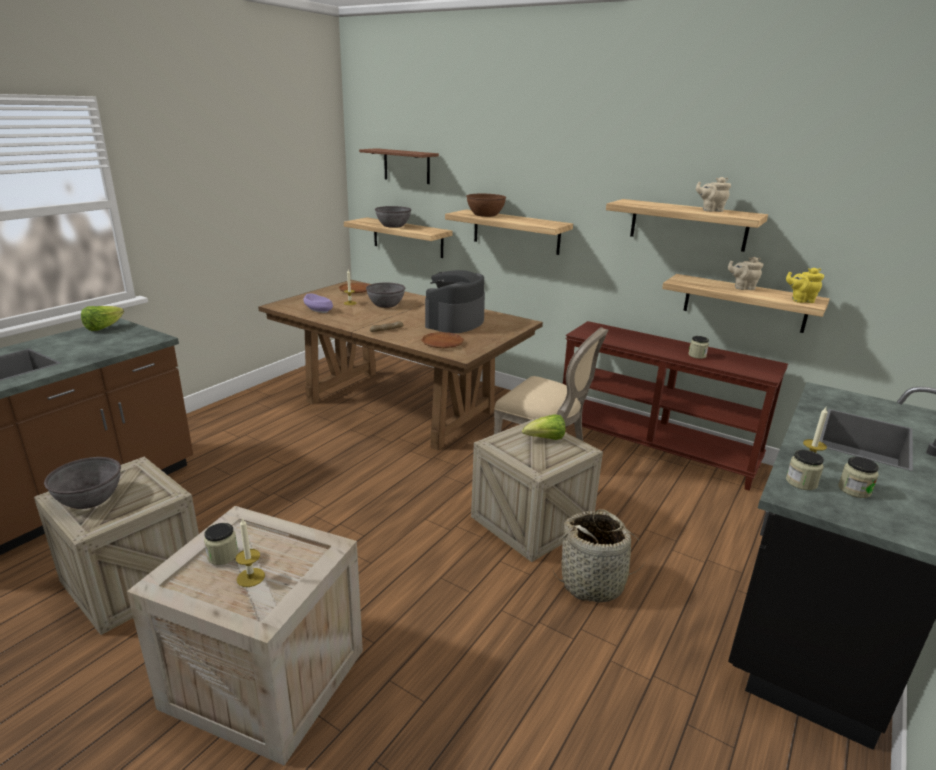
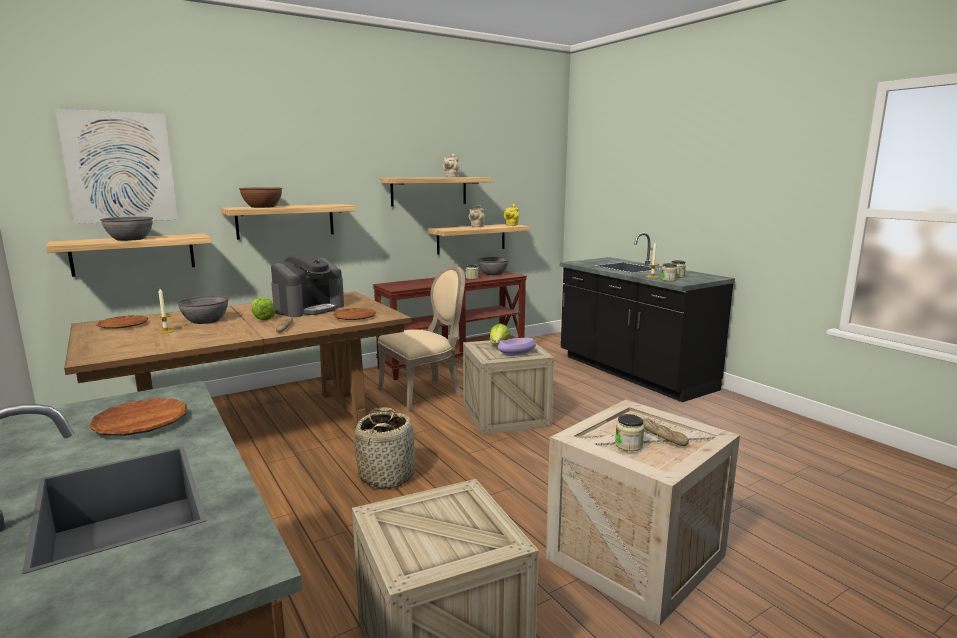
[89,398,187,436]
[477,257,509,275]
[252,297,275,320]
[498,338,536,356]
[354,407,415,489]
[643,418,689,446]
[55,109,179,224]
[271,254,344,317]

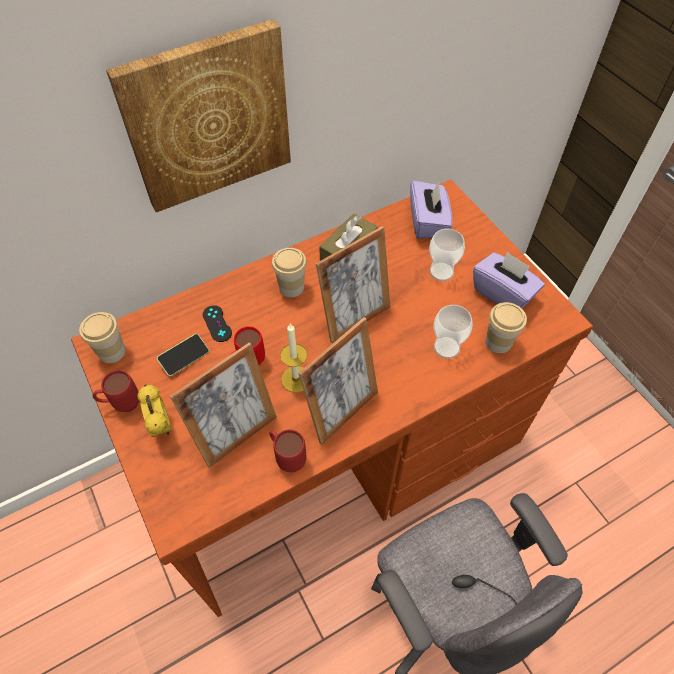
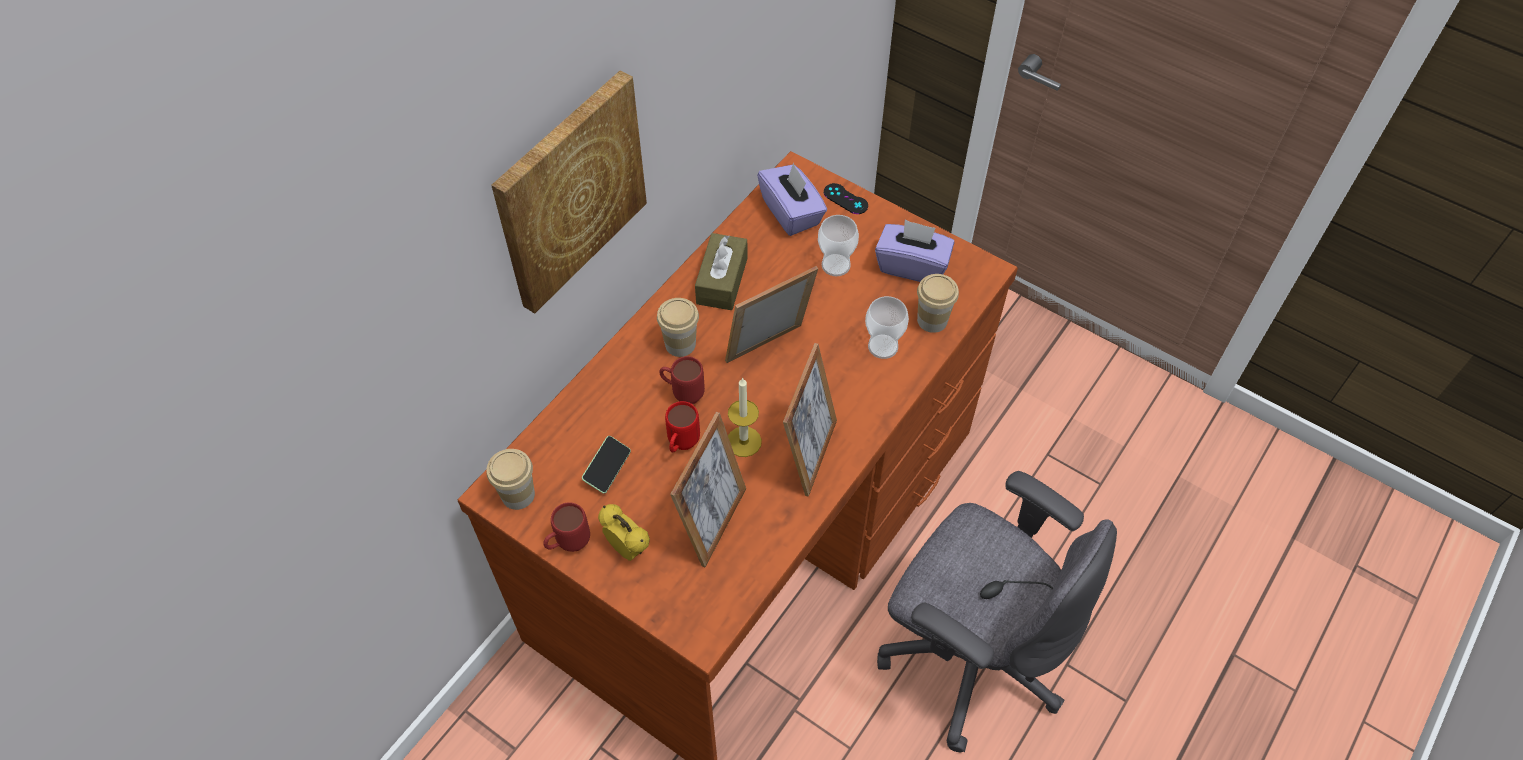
[824,183,868,214]
[659,356,705,404]
[725,266,818,363]

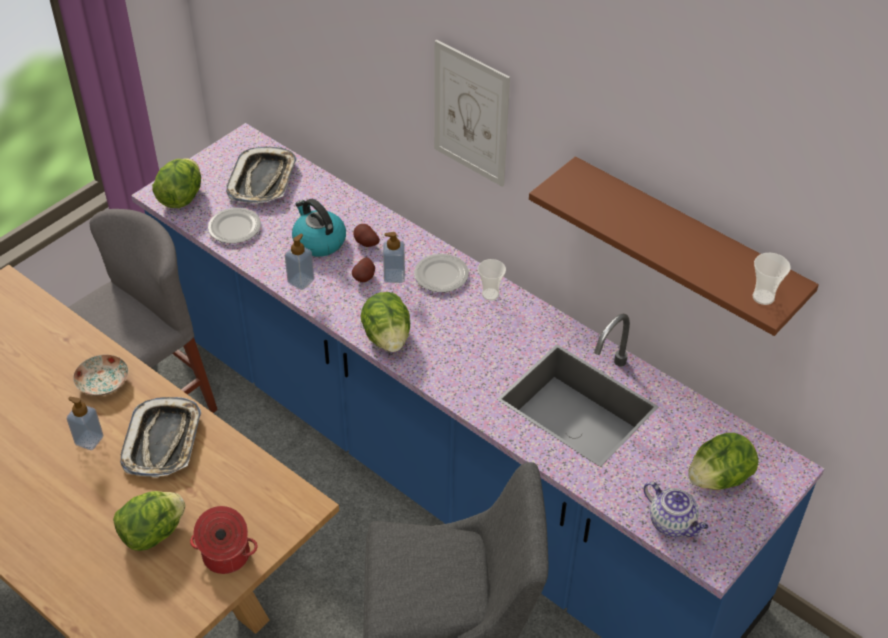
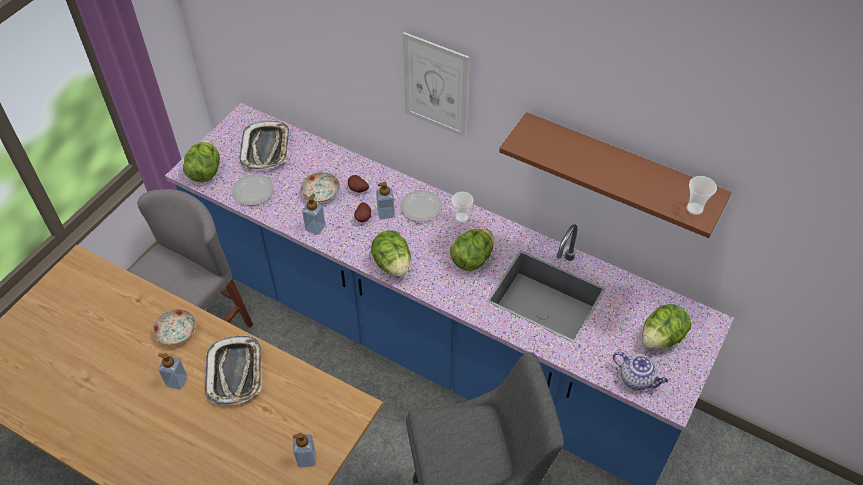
[450,229,494,271]
[293,433,316,468]
[301,172,340,202]

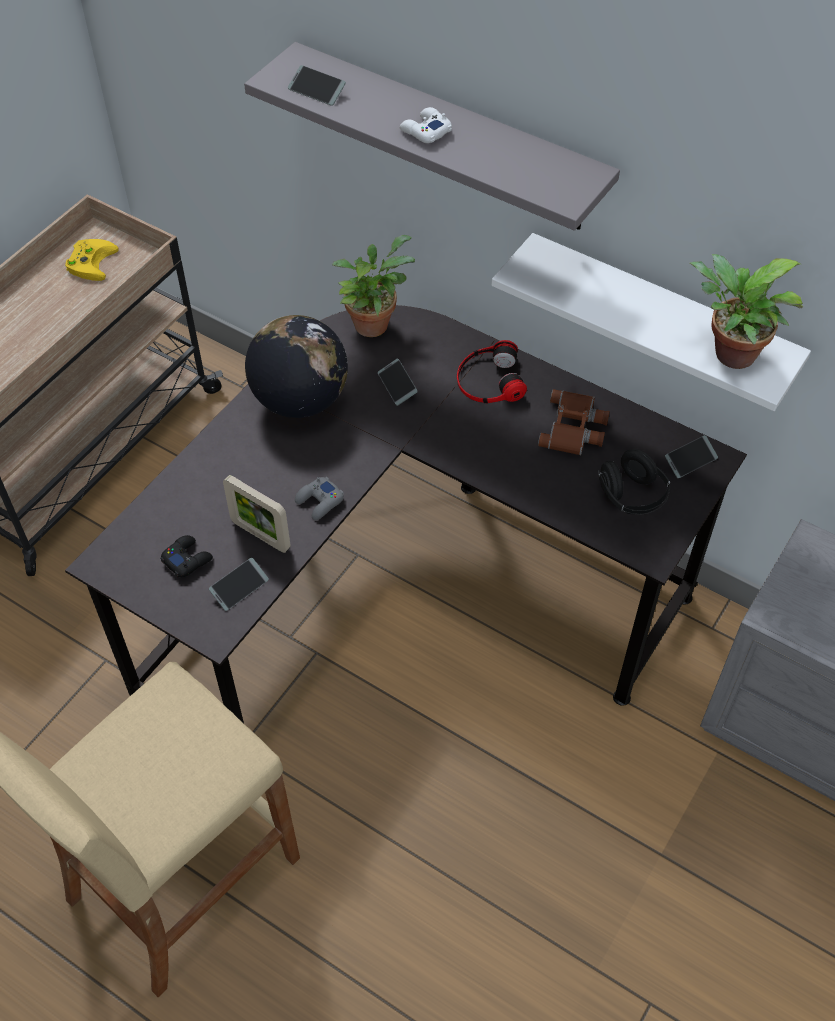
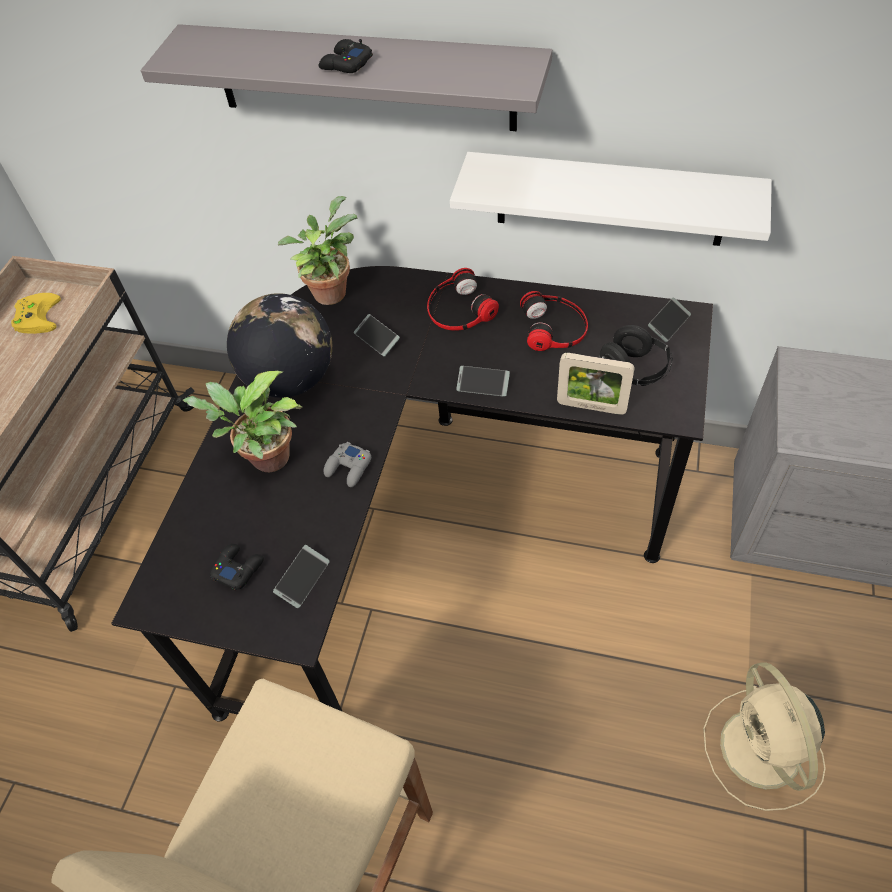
[703,662,826,811]
[557,353,635,415]
[456,366,510,397]
[183,371,302,472]
[520,291,588,351]
[319,39,373,73]

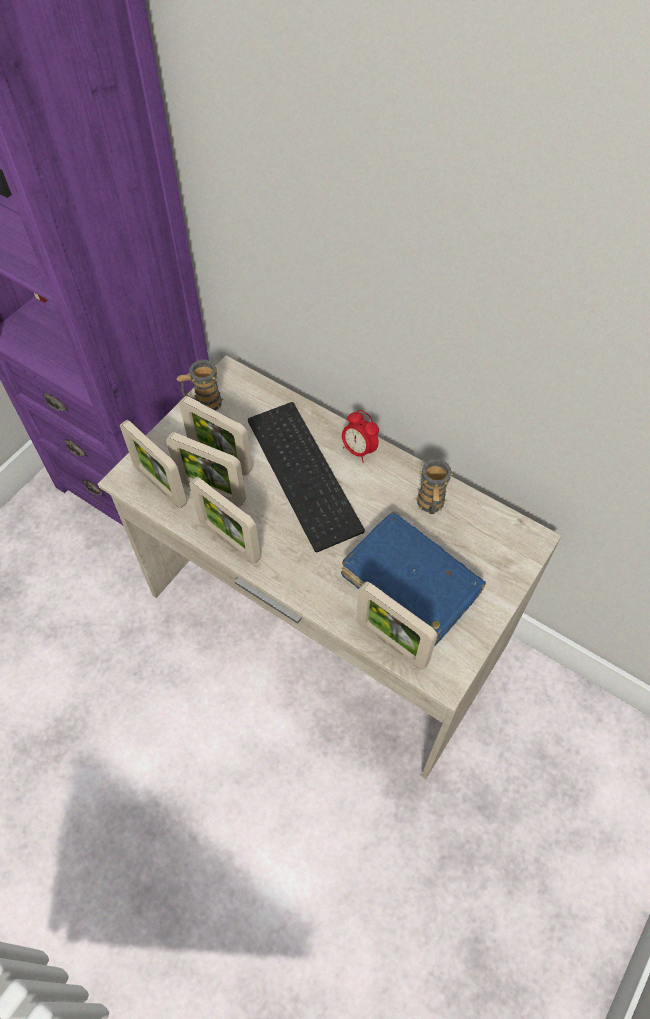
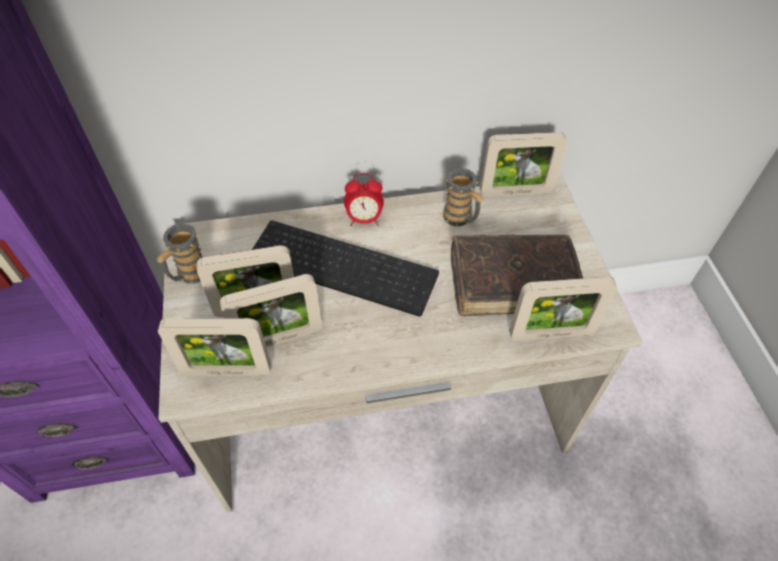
[480,132,567,197]
[451,235,583,316]

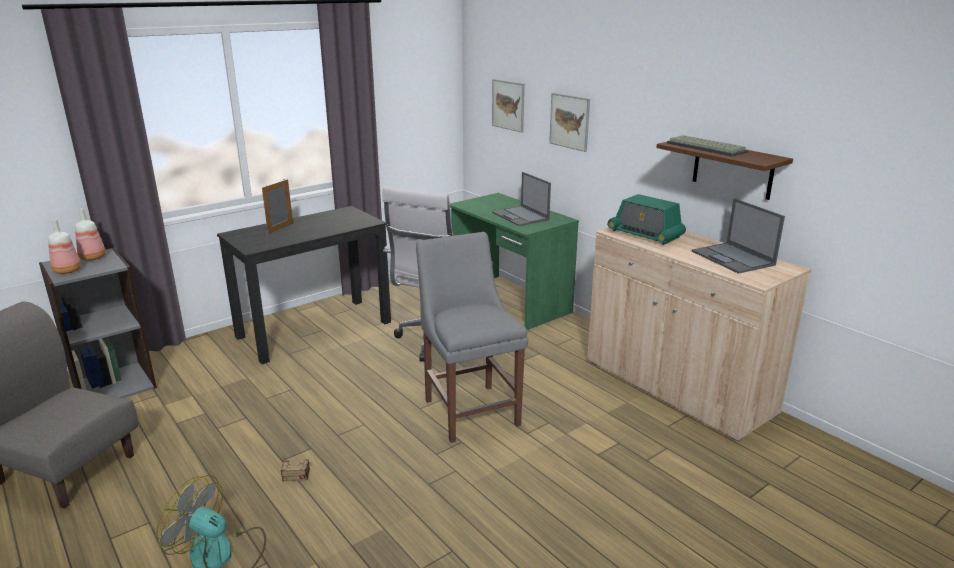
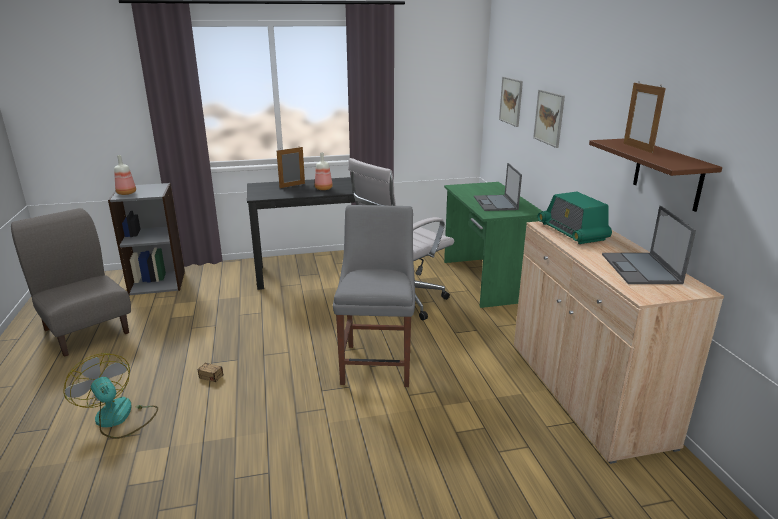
[315,152,333,190]
[623,81,666,153]

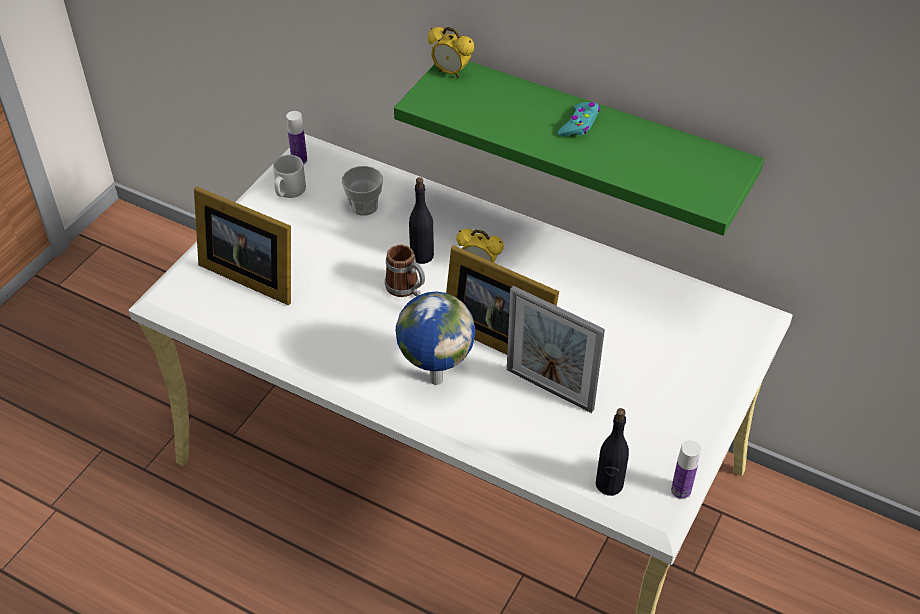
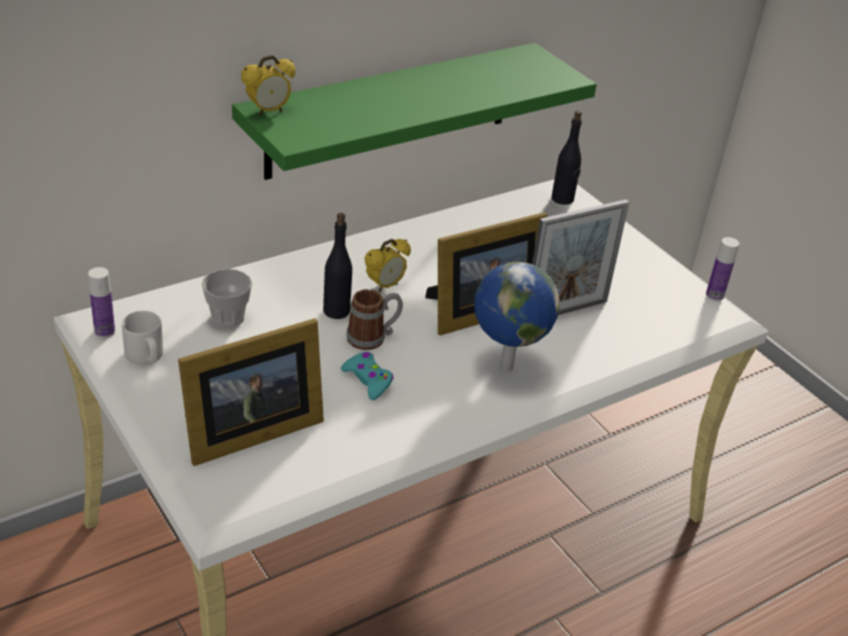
[341,352,394,400]
[552,110,582,205]

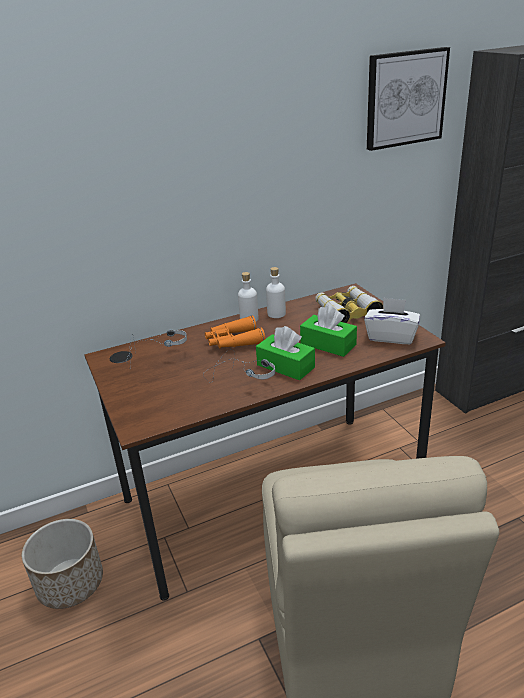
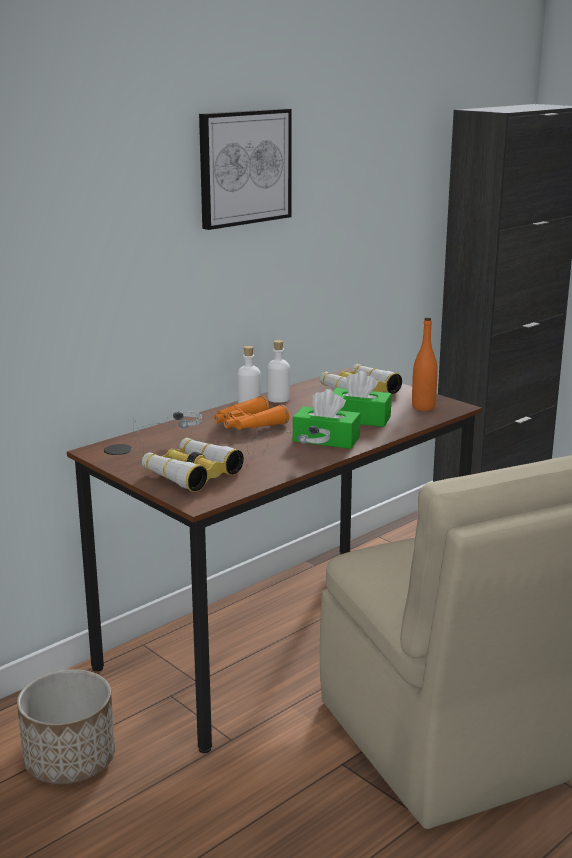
[142,438,244,492]
[199,109,292,230]
[412,318,438,411]

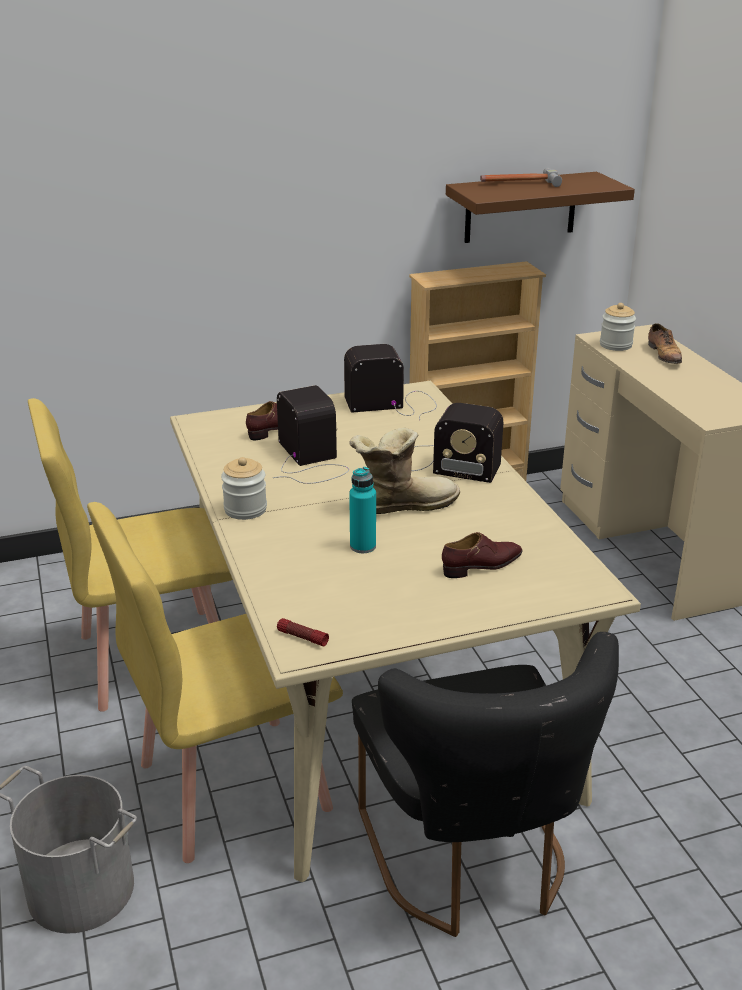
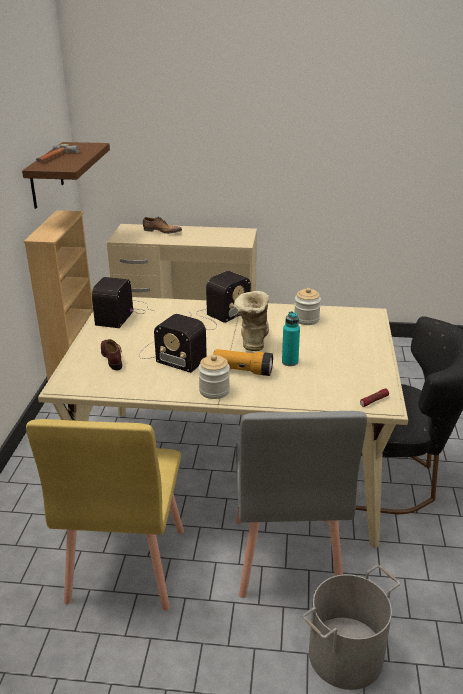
[442,532,523,578] (first image)
[213,349,273,376]
[294,288,321,325]
[236,411,367,598]
[139,314,207,373]

